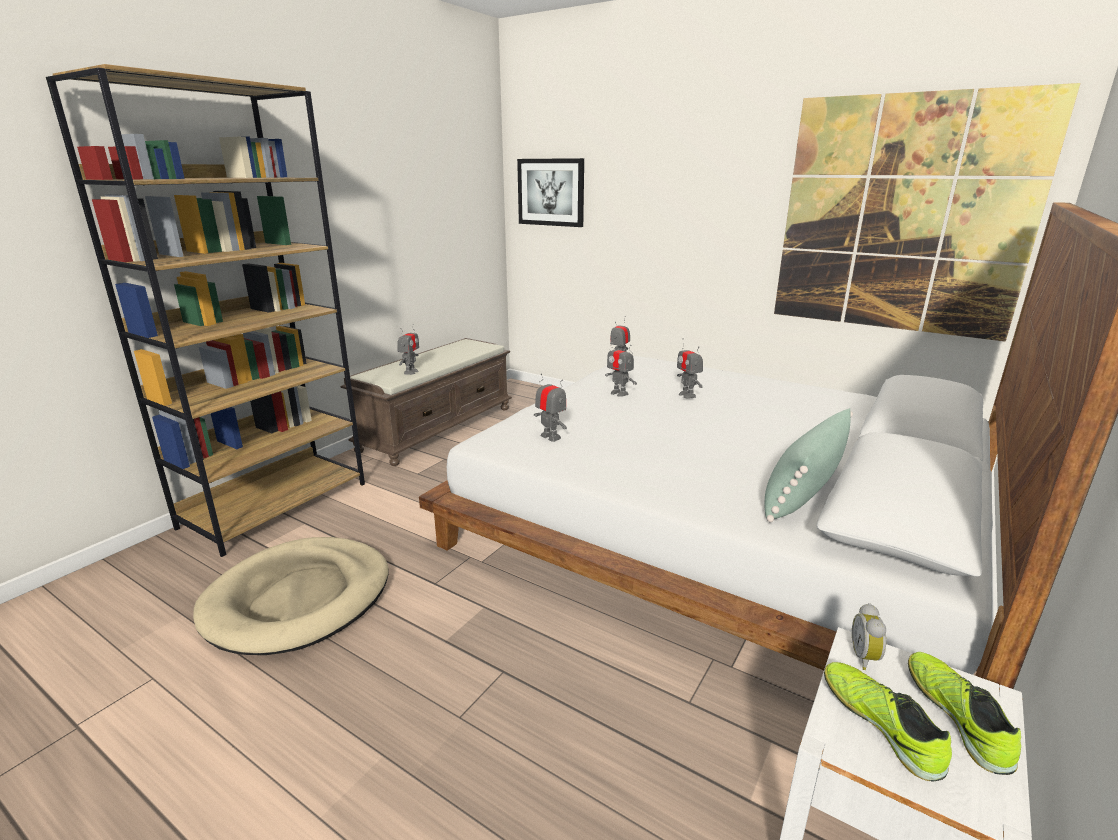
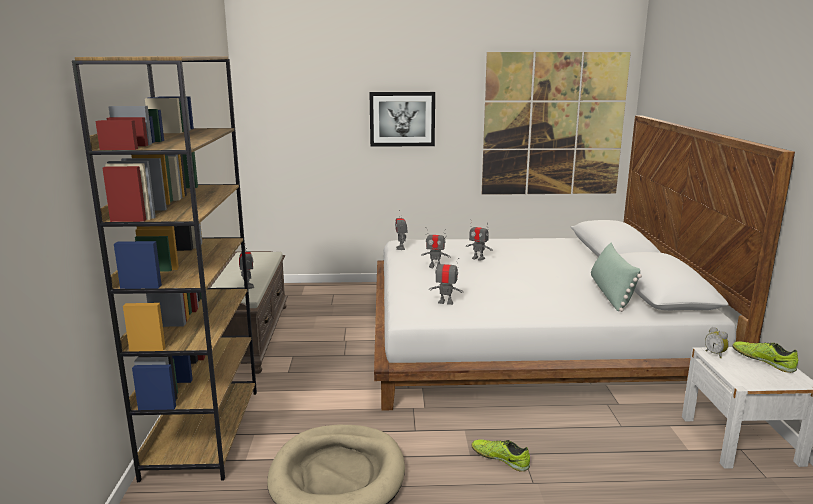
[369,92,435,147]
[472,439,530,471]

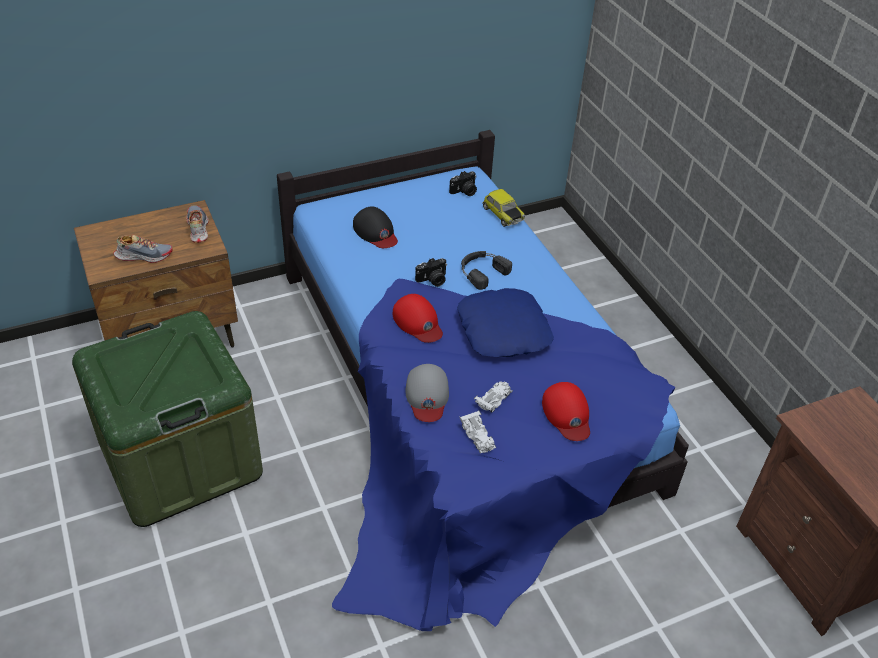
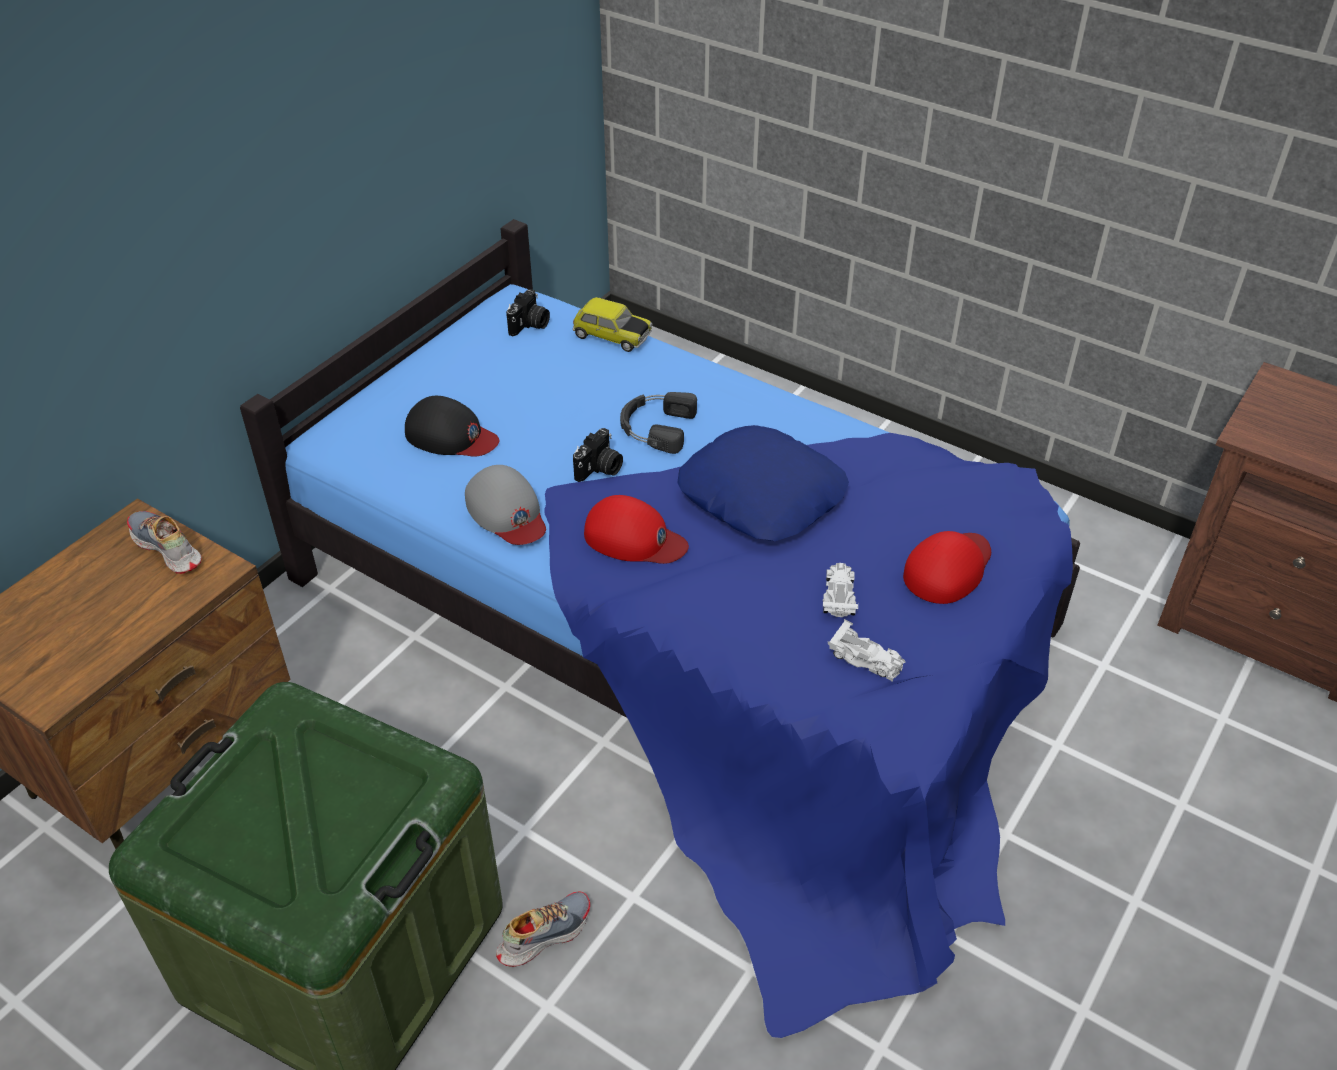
[496,892,590,967]
[465,465,546,545]
[903,531,991,604]

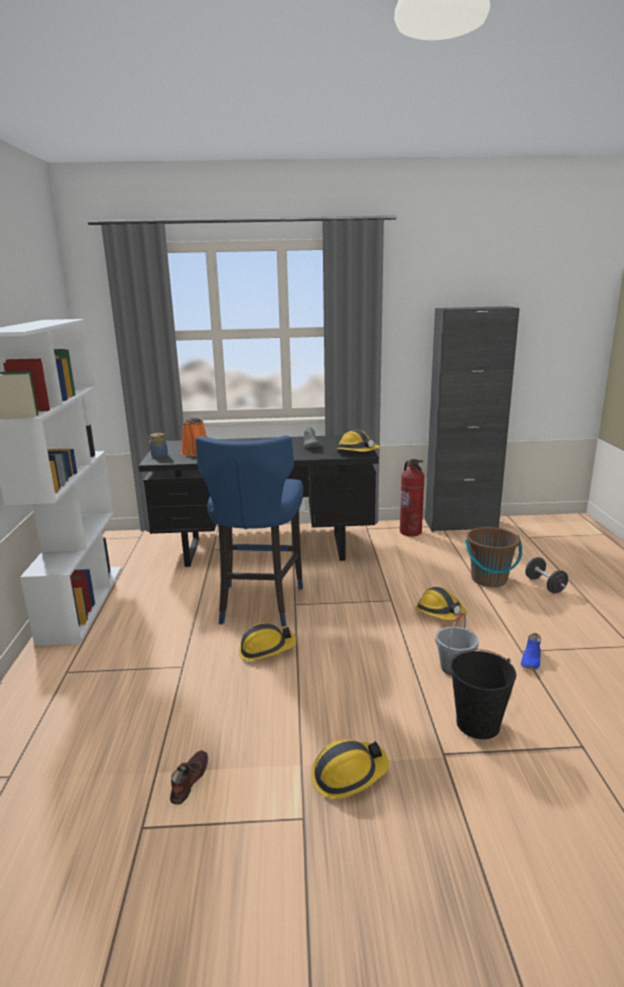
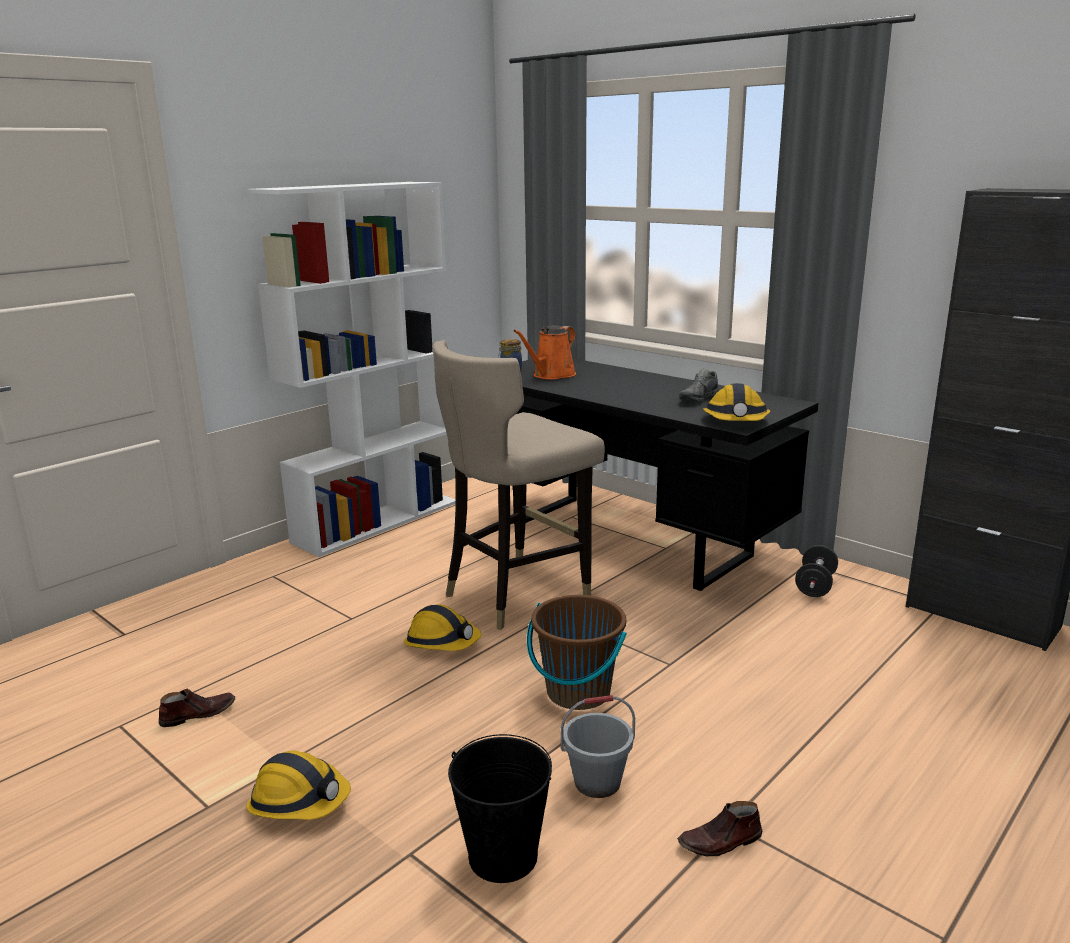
[400,459,424,536] (first image)
[415,587,467,620] (first image)
[527,595,627,710]
[795,545,838,597]
[433,340,605,630]
[677,801,762,856]

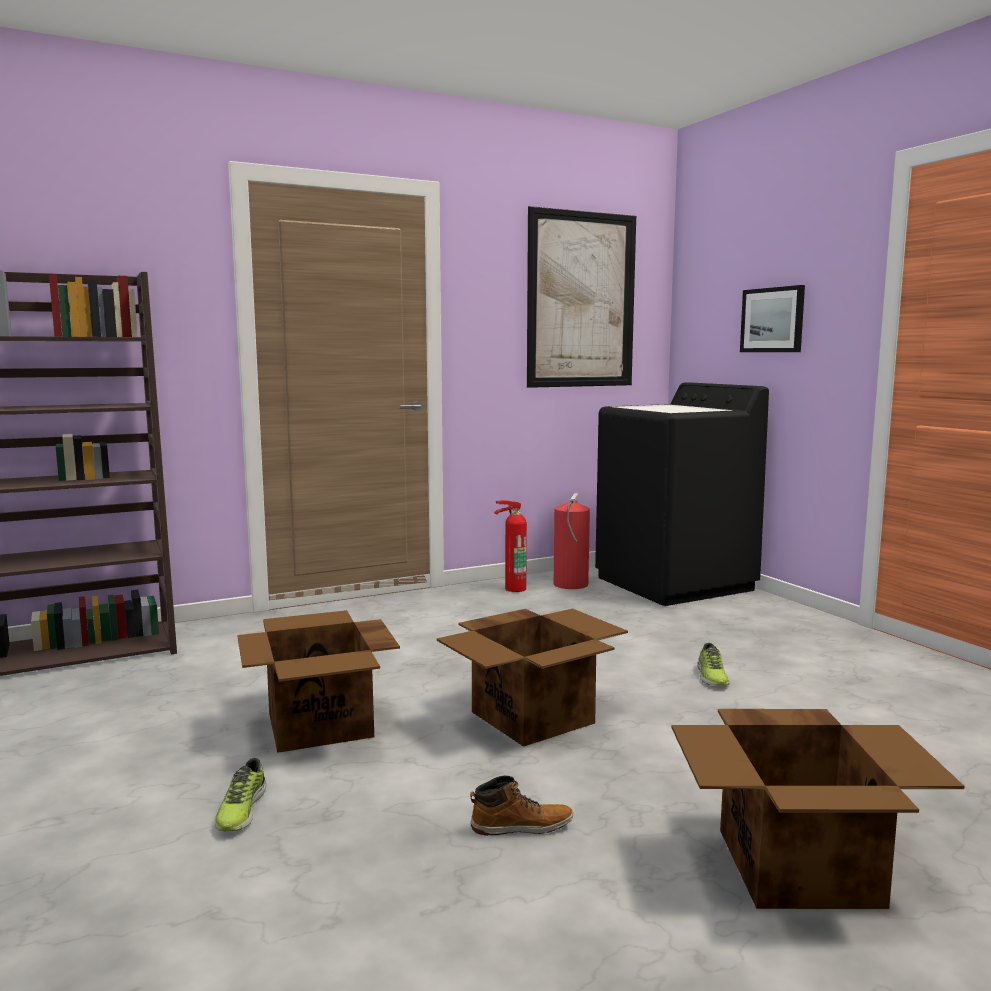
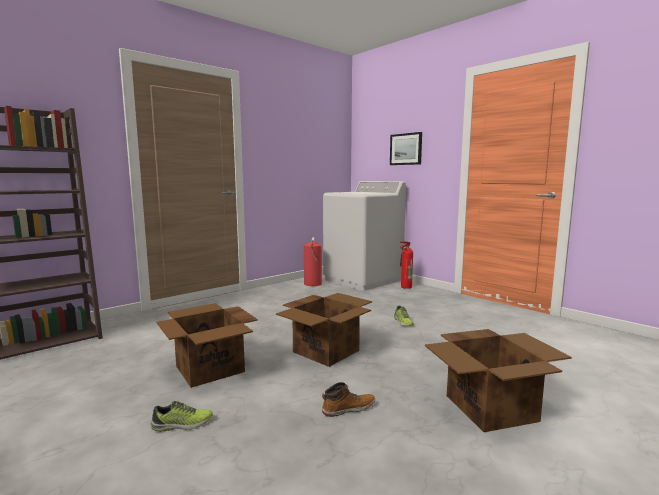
[527,206,636,388] (first image)
[400,241,413,289]
[323,181,406,291]
[151,401,213,432]

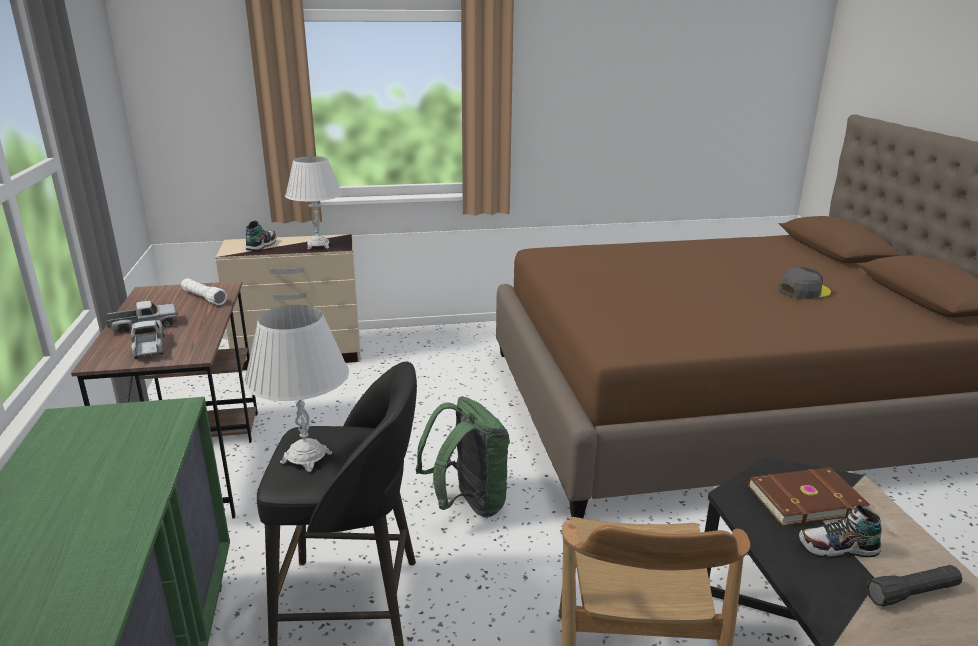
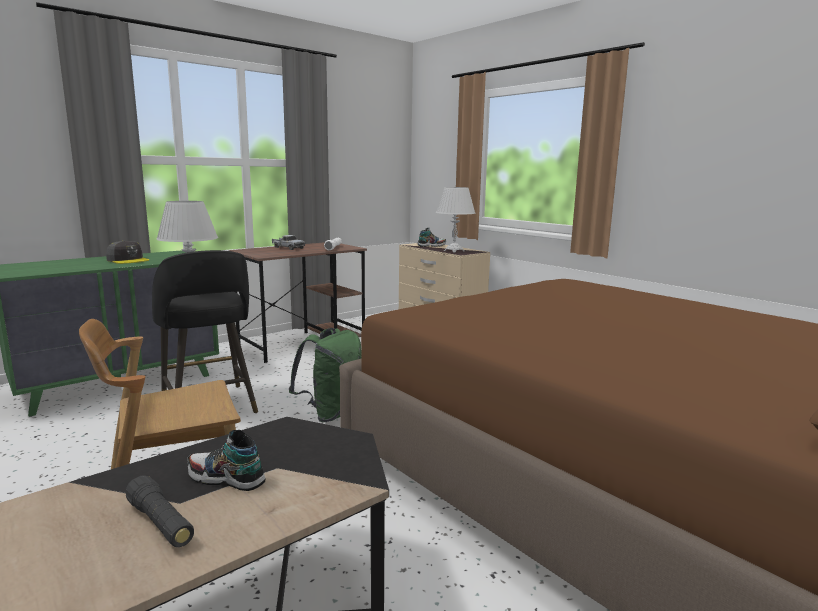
[131,320,164,359] (first image)
[748,467,870,526] (first image)
[106,241,149,264]
[188,430,265,491]

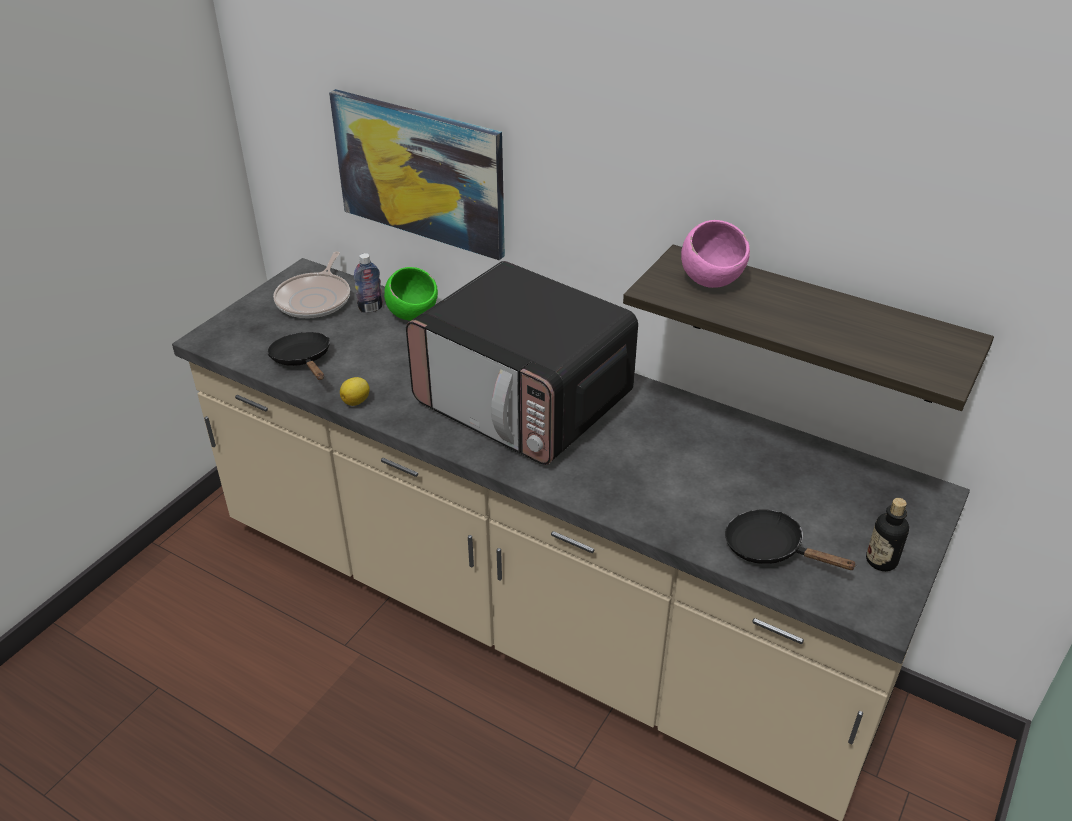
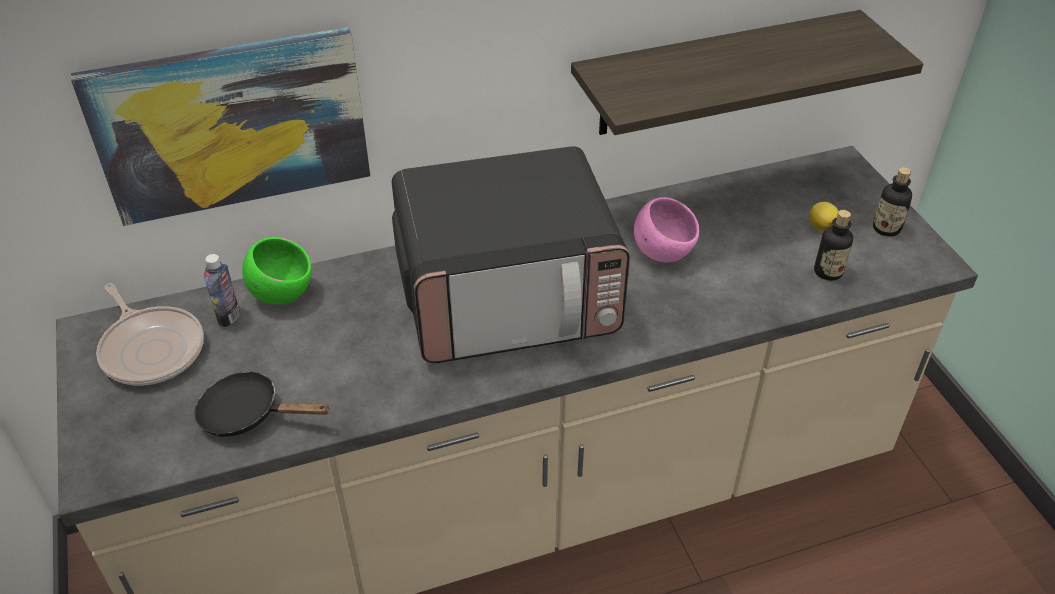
[809,202,839,232]
[634,197,699,262]
[814,210,853,281]

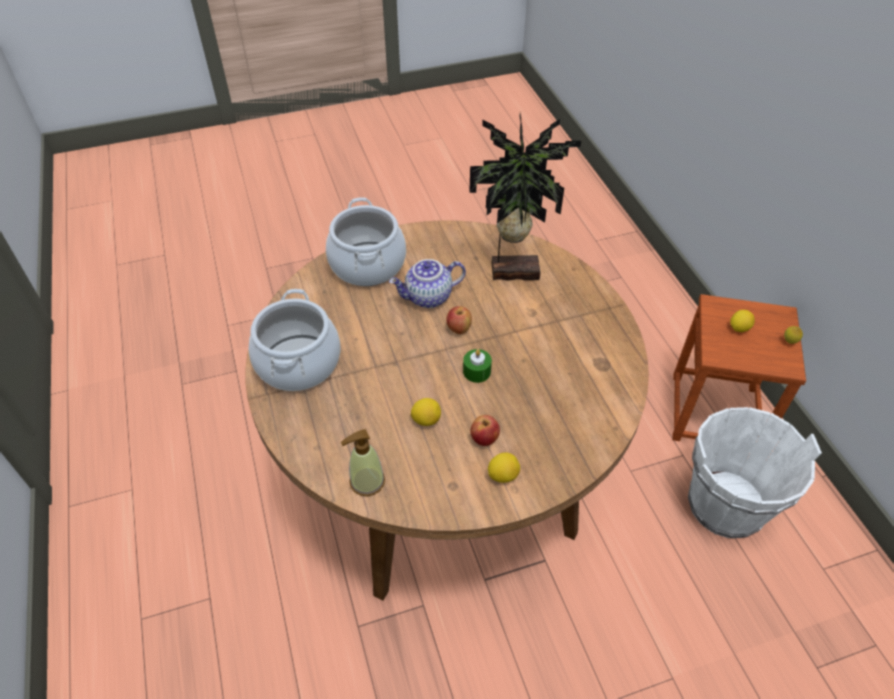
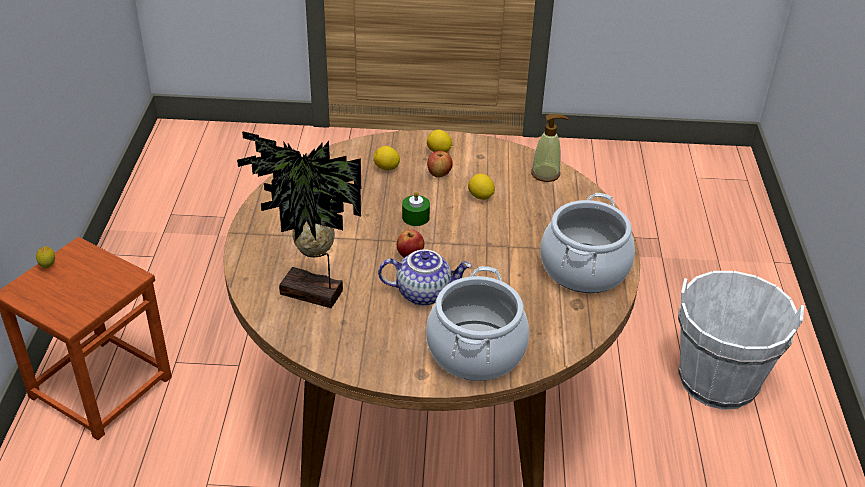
[678,271,804,409]
[374,146,400,170]

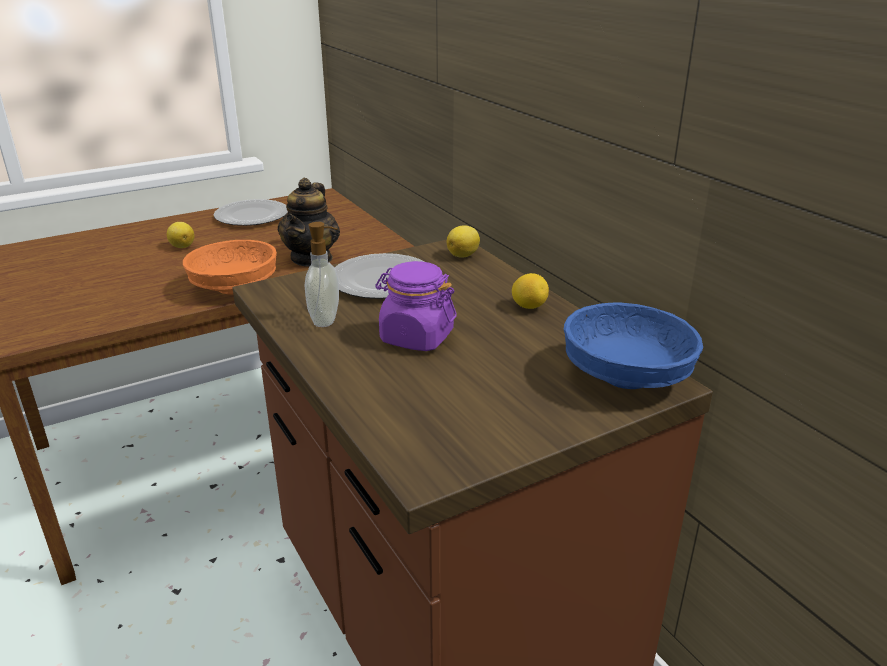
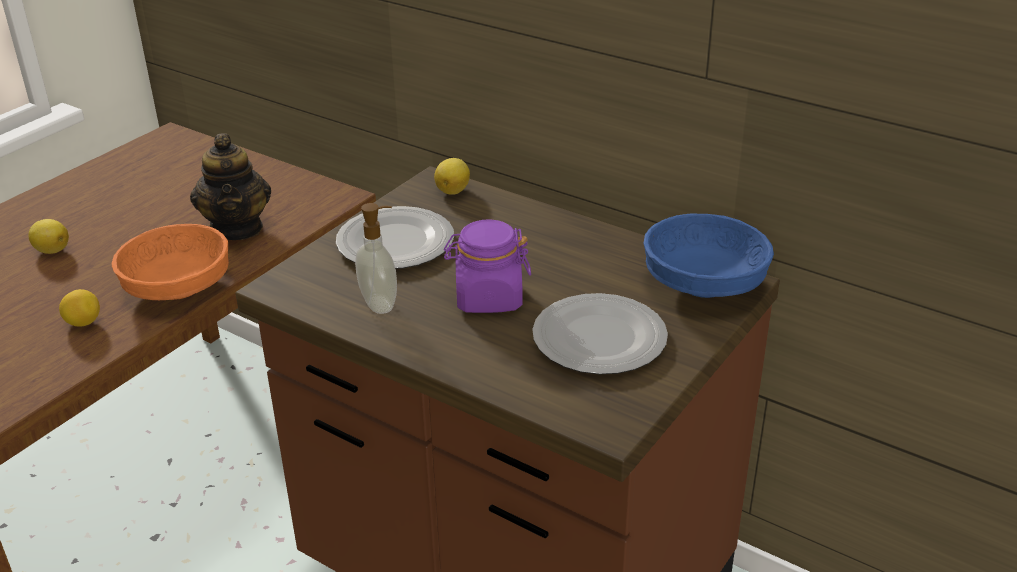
[532,293,668,374]
[59,289,100,326]

